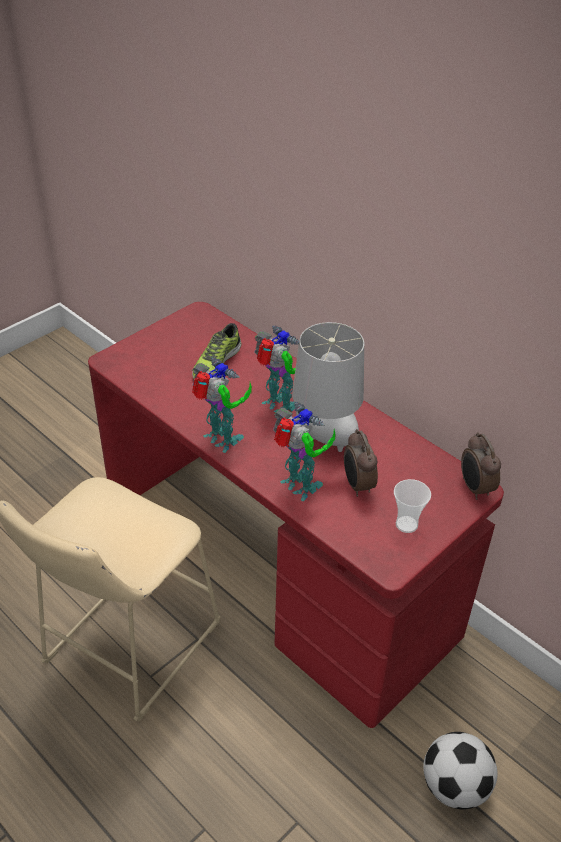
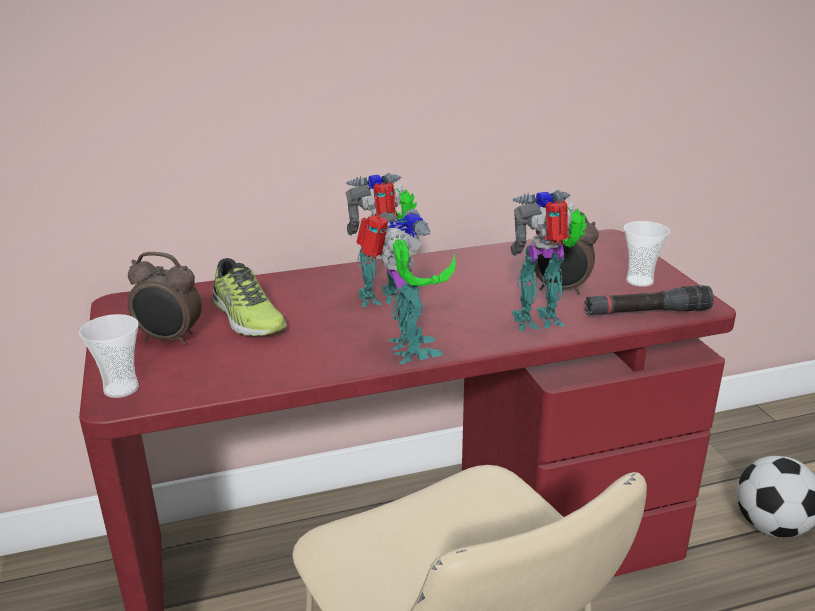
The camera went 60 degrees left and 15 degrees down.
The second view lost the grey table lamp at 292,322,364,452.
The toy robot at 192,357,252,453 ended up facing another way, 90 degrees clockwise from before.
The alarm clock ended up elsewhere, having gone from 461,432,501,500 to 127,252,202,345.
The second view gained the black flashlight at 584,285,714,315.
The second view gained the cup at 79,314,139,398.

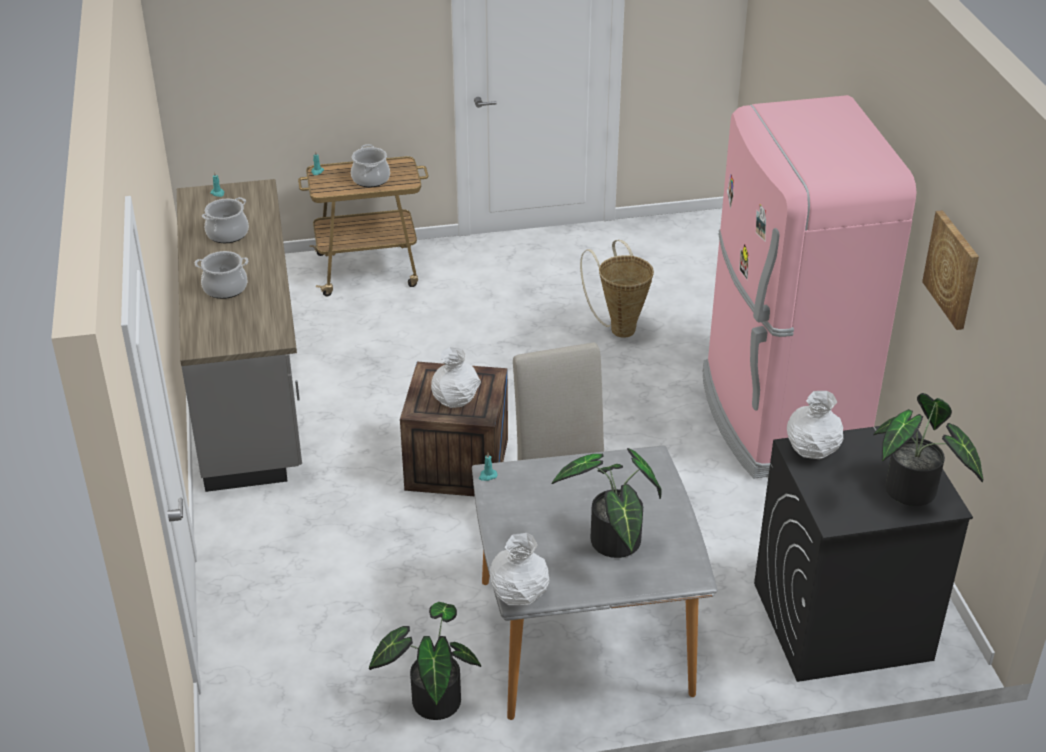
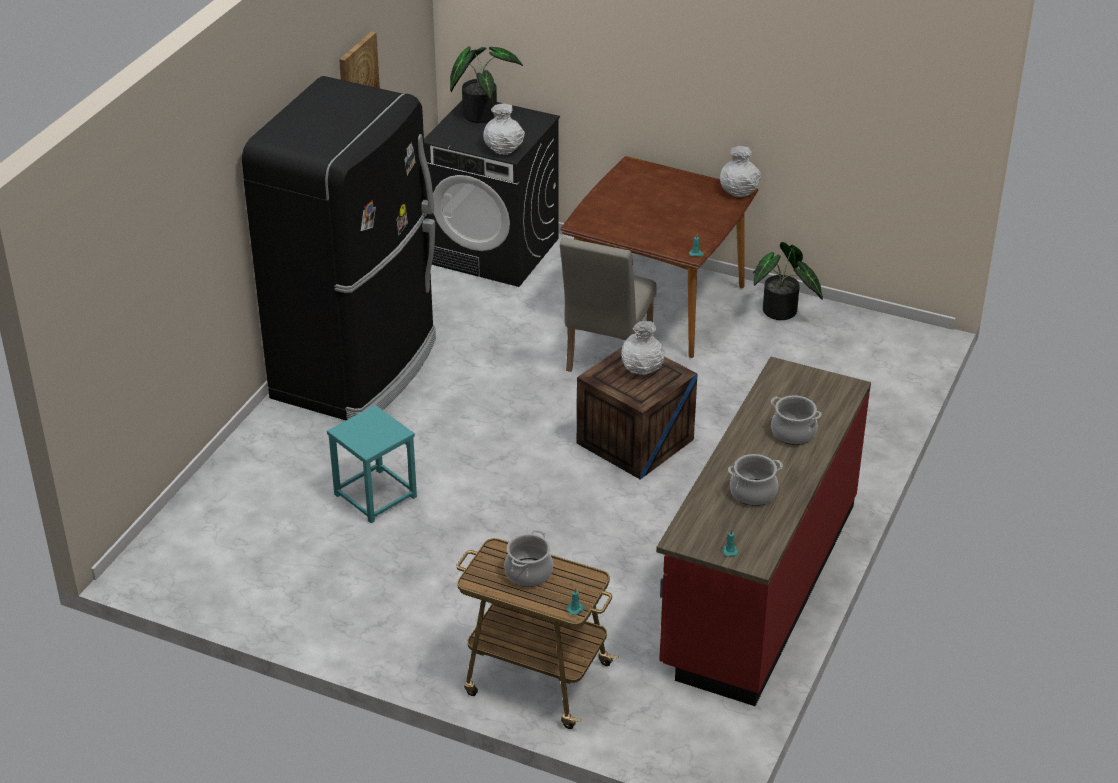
The camera went 145 degrees left and 0 degrees up.
What was the pink fridge at 703,95,916,479 turned into the black fridge at 242,76,436,420.
What was the grey counter at 177,179,302,492 turned into the red counter at 656,357,871,706.
Where the basket stood at 580,240,654,338, the turquoise stool came to stand at 327,405,417,523.
What was the grey dining table at 472,445,718,720 turned into the brown dining table at 561,156,758,358.
The second view lost the potted plant at 551,448,661,558.

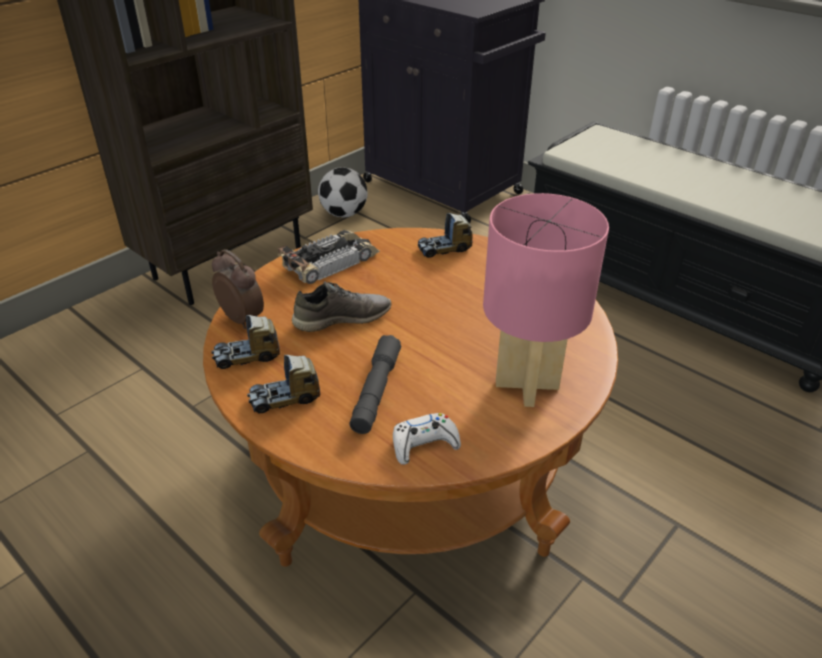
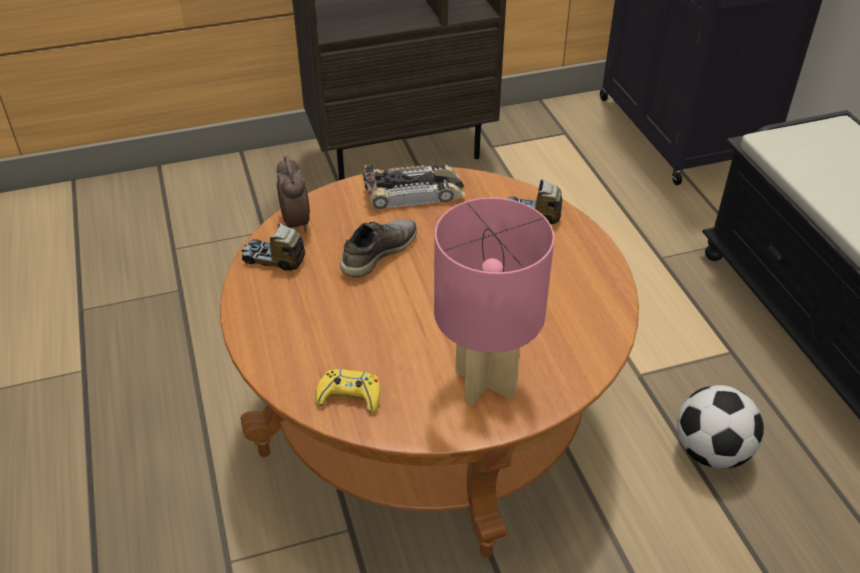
The camera went 30 degrees right and 5 degrees up.
The football ended up elsewhere, having gone from 318,167,368,217 to 677,385,764,469.
The grey shoe at 292,281,392,332 ended up facing another way, 60 degrees counterclockwise from before.
The second view lost the grey flashlight at 349,335,401,434.
The second view lost the toy truck at 247,355,320,414.
What was the white game controller at 393,413,461,465 turned into the yellow game controller at 315,369,380,414.

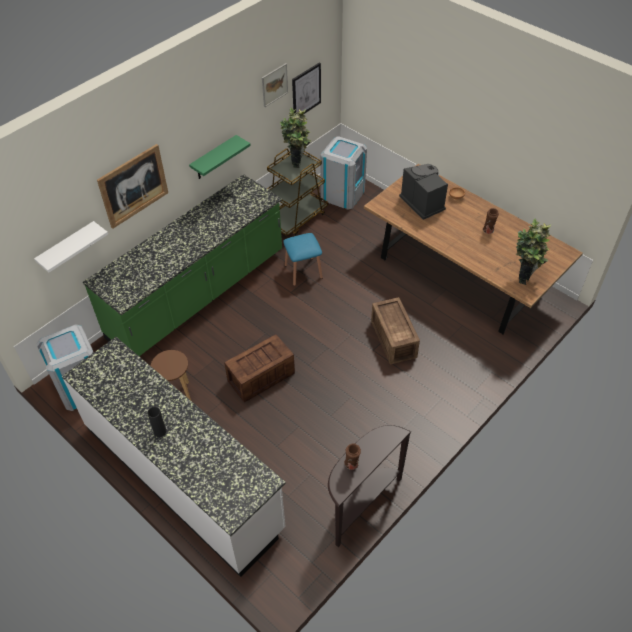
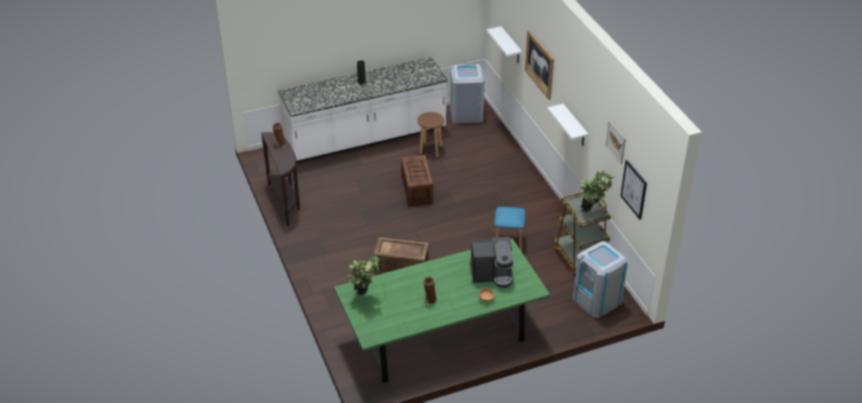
The camera went 115 degrees right and 10 degrees down.
What was the green shelf at 189,135,251,179 turned into the white shelf at 547,104,588,146.
What was the brown dining table at 364,164,583,334 turned into the green dining table at 334,238,550,383.
The second view lost the green counter at 83,174,282,356.

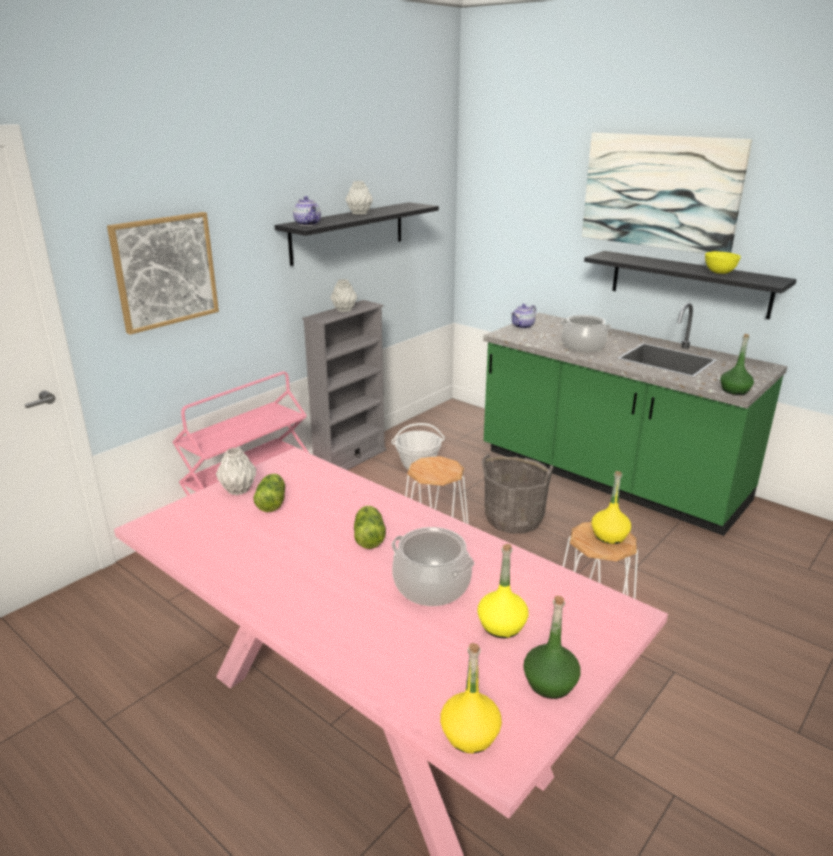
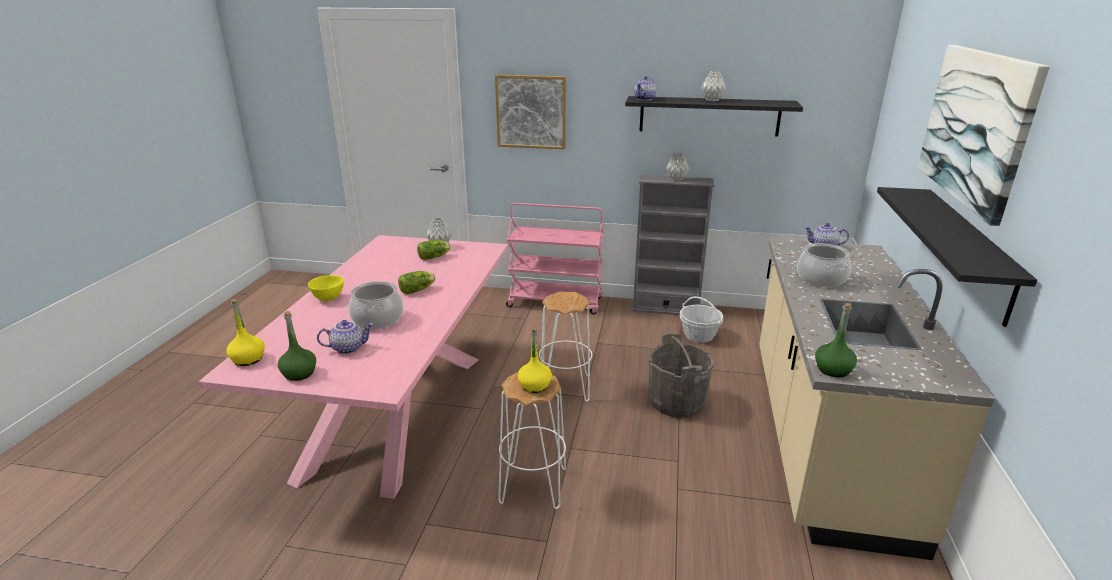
The camera went 60 degrees right and 0 degrees up.
The yellow bowl ended up elsewhere, having gone from 705,251,741,274 to 308,275,344,301.
What was the green counter at 483,303,788,536 turned into the beige counter at 759,239,994,560.
Where the yellow bottle stood at 477,544,528,638, the teapot came to stand at 317,320,373,354.

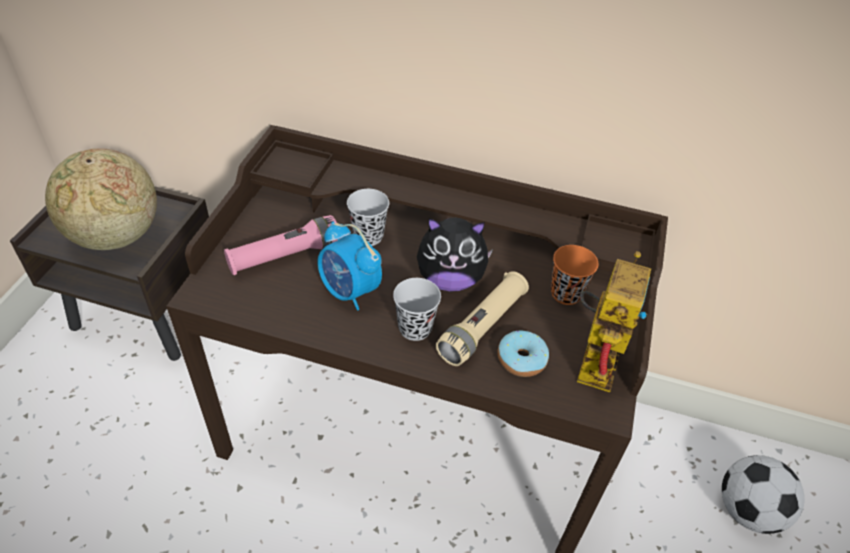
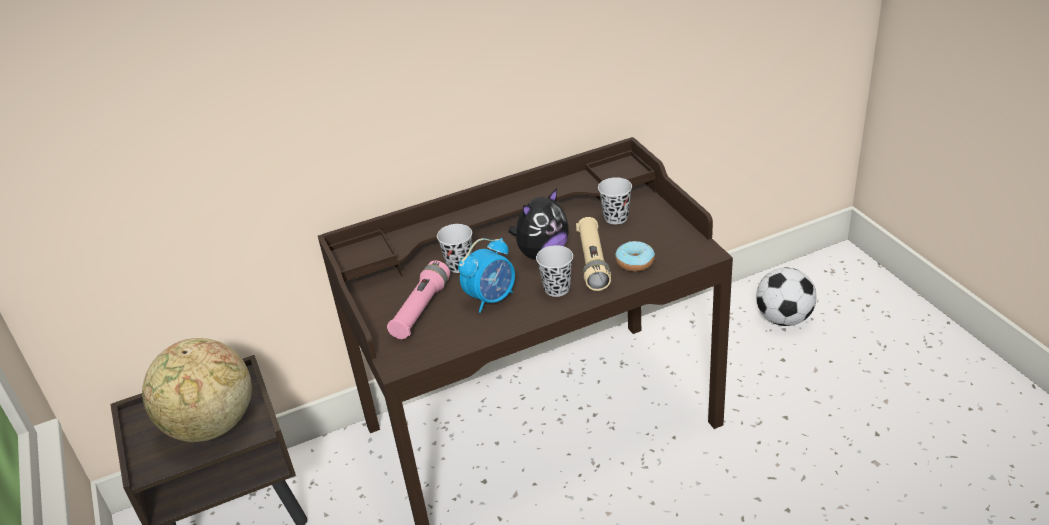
The camera went 35 degrees left and 10 degrees down.
The alarm clock at 317,222,382,311 ended up facing another way, 45 degrees counterclockwise from before.
What was the orange cup at 551,245,598,305 turned into the black cup at 598,177,632,224.
The second view lost the toy robot at 577,251,651,393.

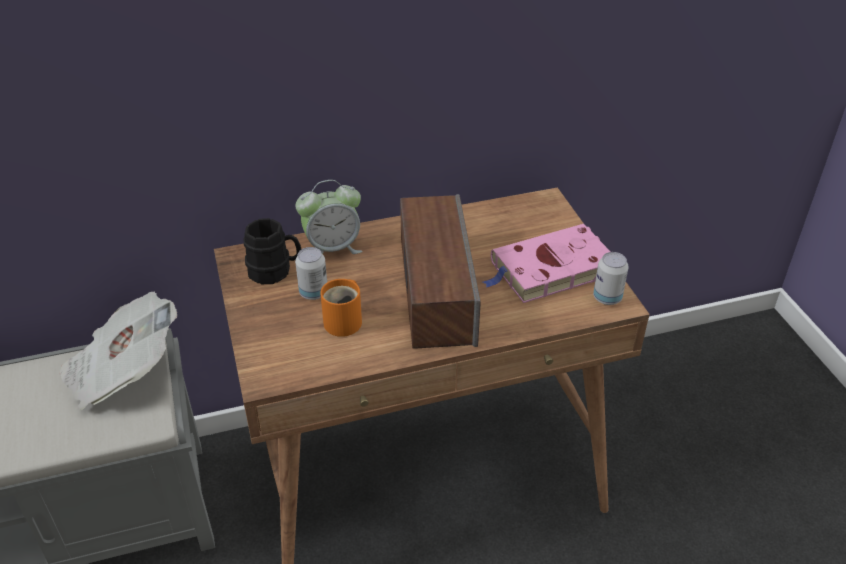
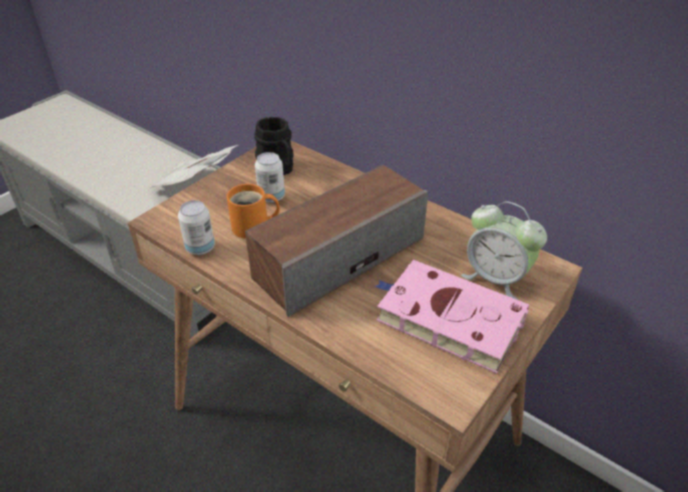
The camera went 55 degrees right and 0 degrees up.
The alarm clock ended up elsewhere, having gone from 296,180,362,254 to 461,201,547,300.
The can ended up elsewhere, having gone from 593,252,629,305 to 178,200,215,255.

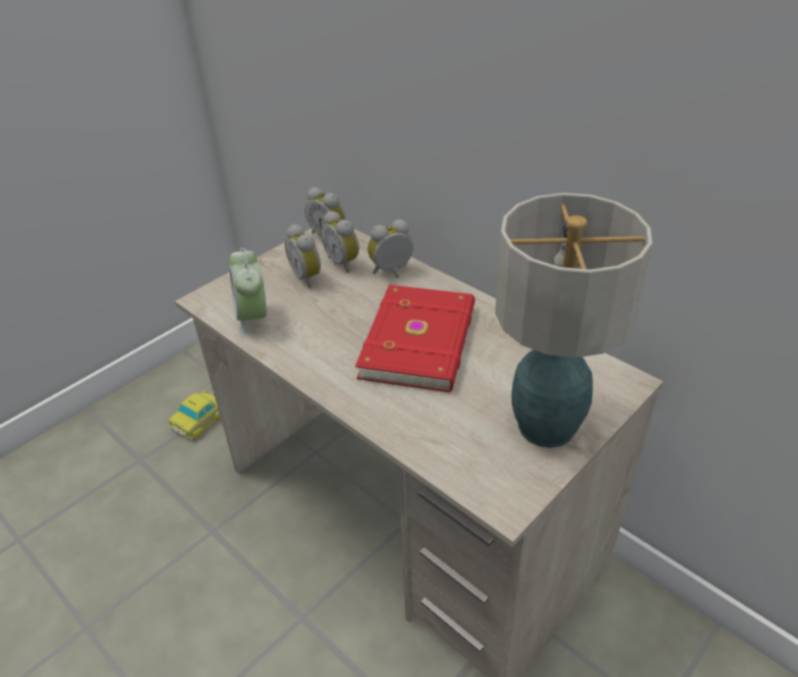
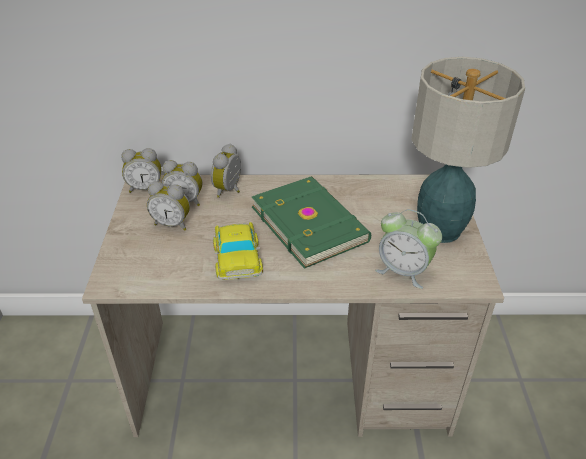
The camera went 45 degrees left and 0 degrees up.
The alarm clock ended up elsewhere, having gone from 230,248,266,338 to 375,209,442,289.
What was the red book at 355,285,475,392 turned into the green book at 252,176,371,269.
The toy car ended up elsewhere, having gone from 168,390,221,440 to 213,222,263,280.

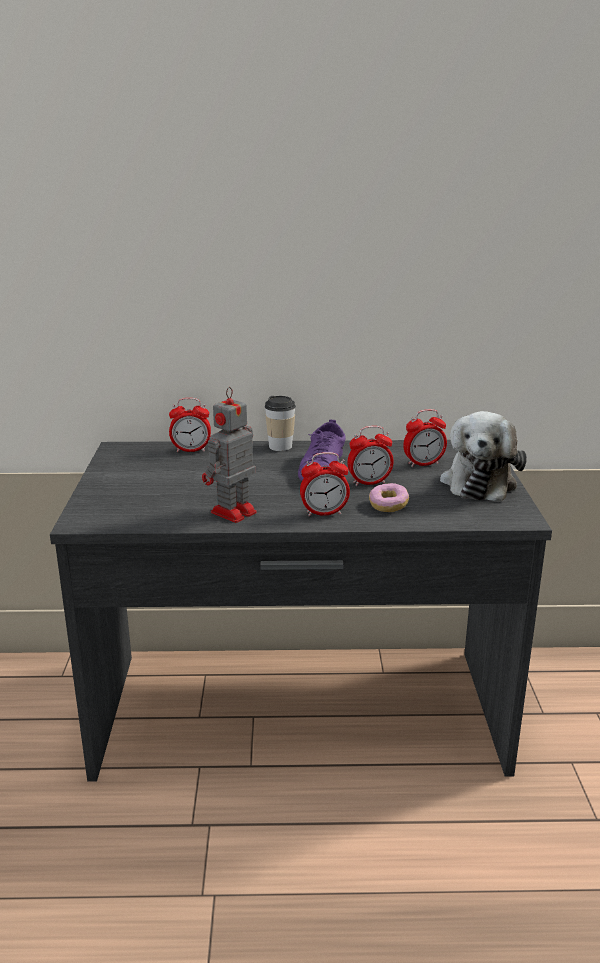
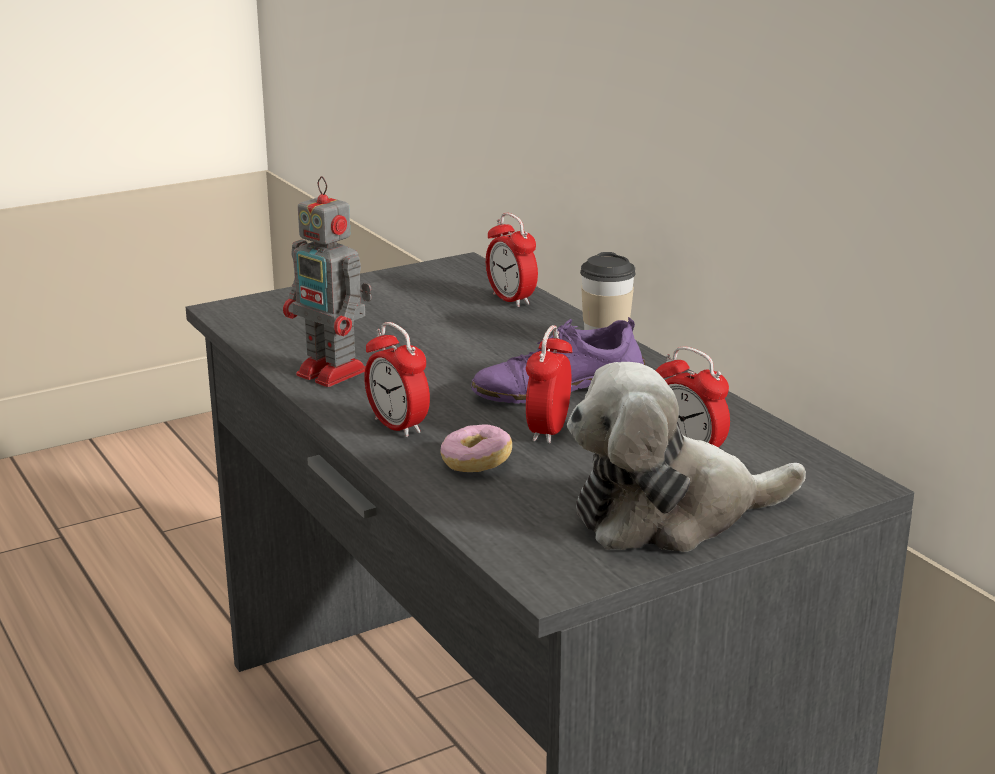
The camera went 60 degrees right and 0 degrees up.
The toy robot at 202,387,257,523 ended up facing another way, 150 degrees counterclockwise from before.
The alarm clock at 347,426,394,486 ended up facing another way, 60 degrees clockwise from before.

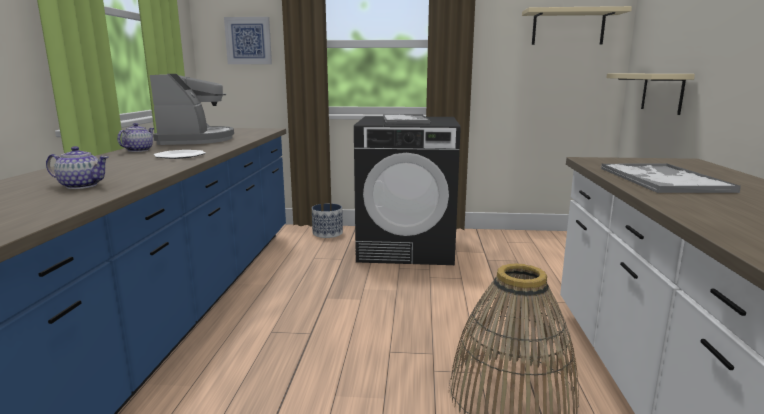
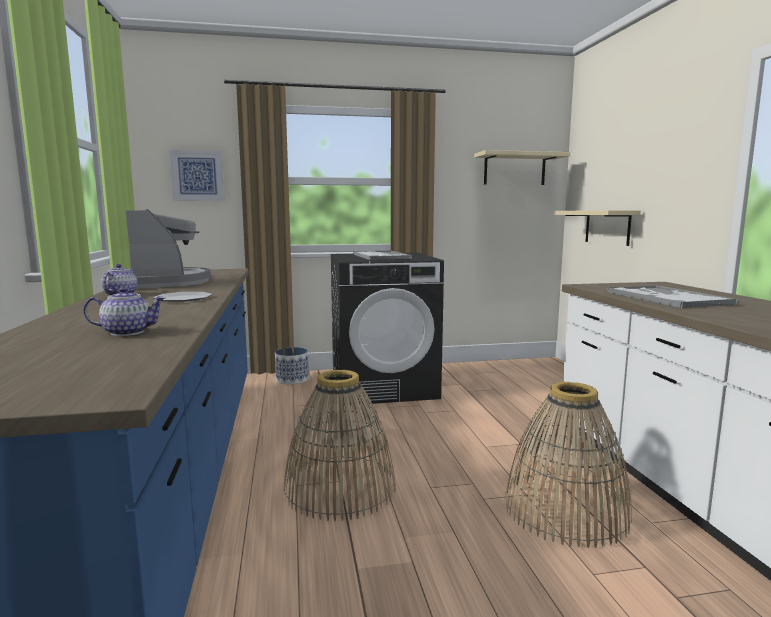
The camera went 15 degrees left and 5 degrees down.
The second view gained the basket at 284,370,396,521.

